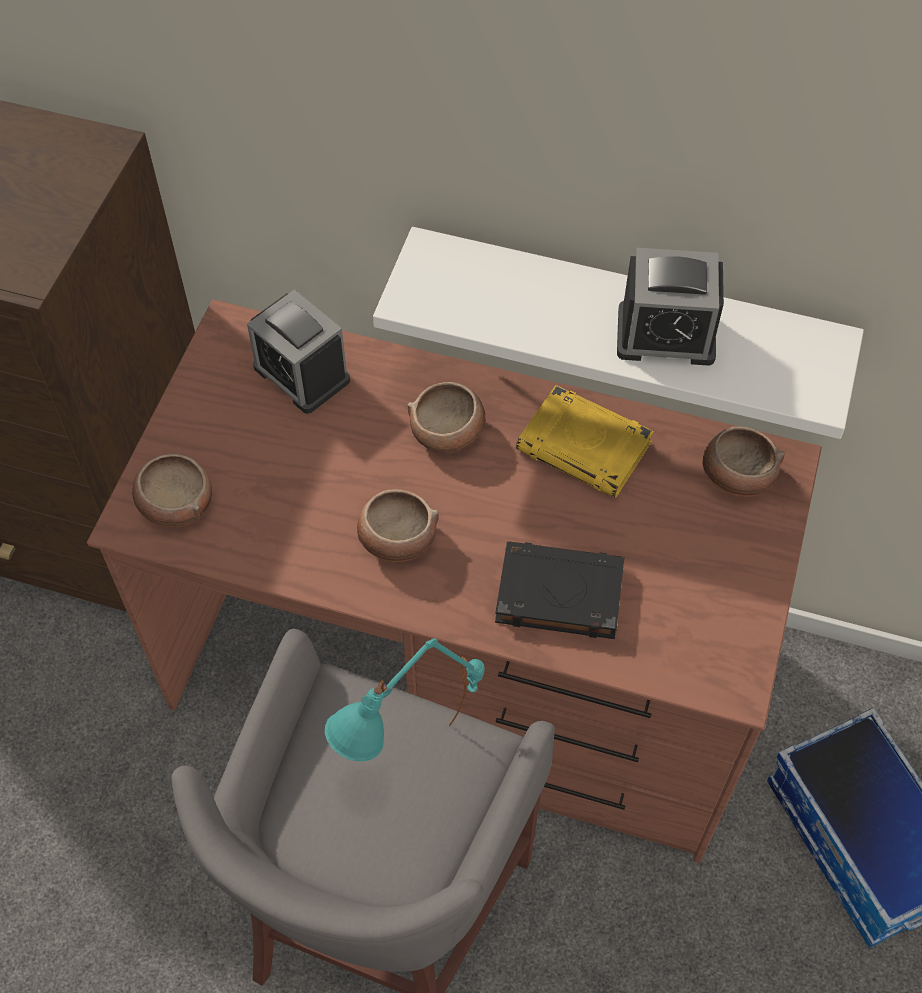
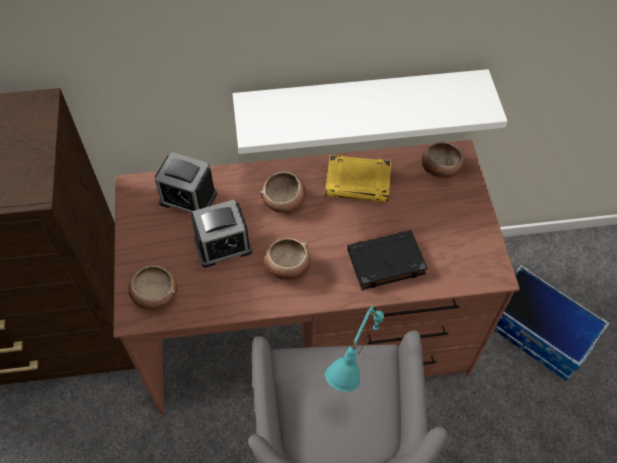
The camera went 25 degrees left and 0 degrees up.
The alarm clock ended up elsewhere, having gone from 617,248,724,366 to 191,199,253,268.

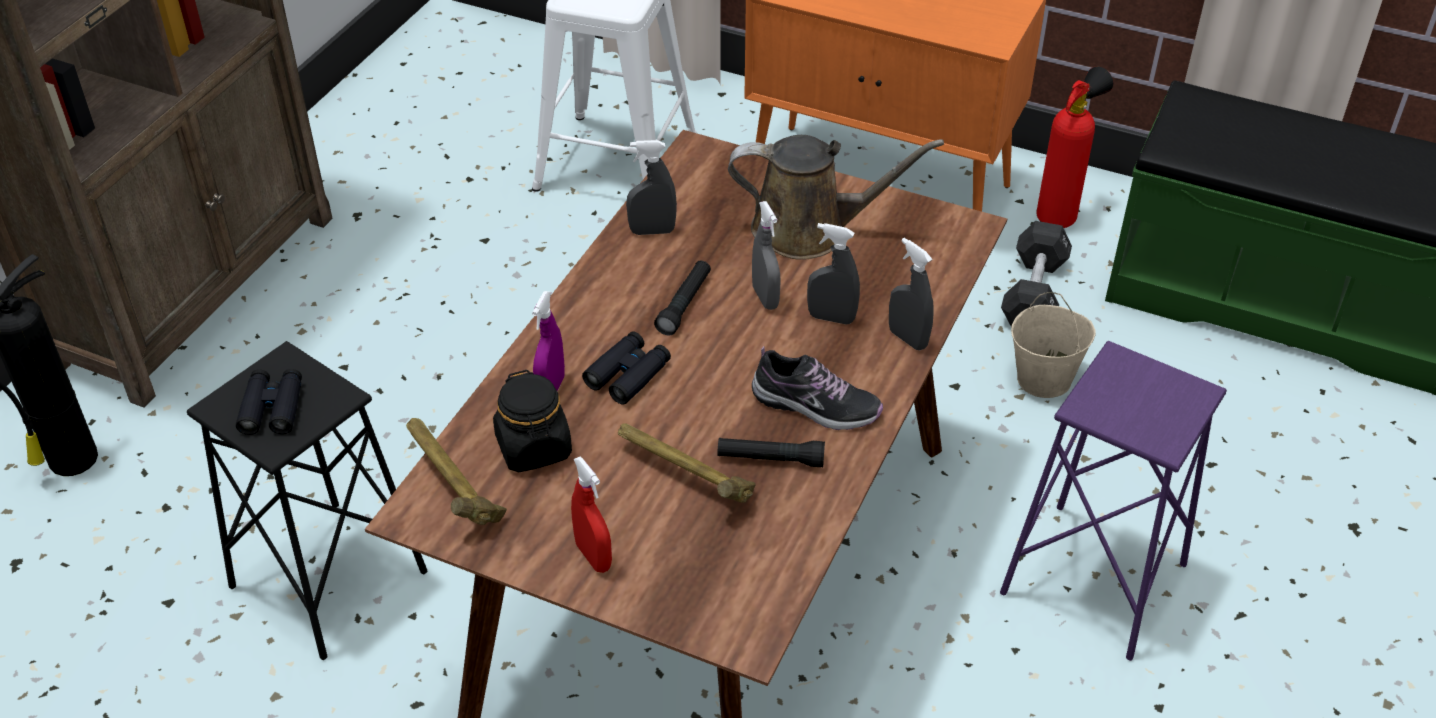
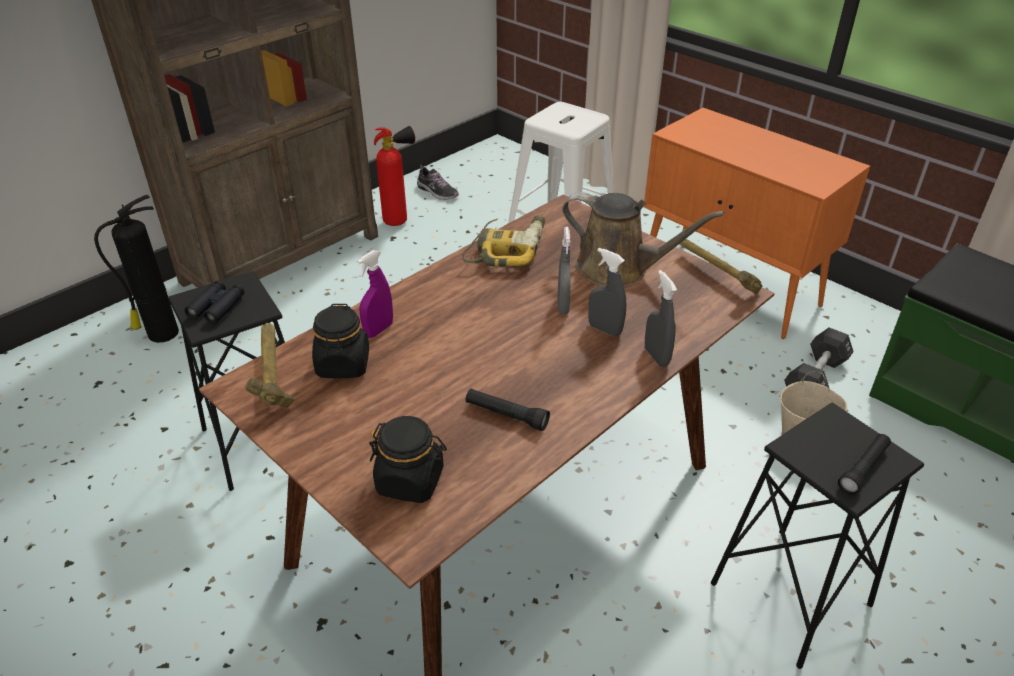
The camera went 20 degrees right and 5 degrees down.
The fire extinguisher ended up elsewhere, having gone from 1036,67,1113,228 to 374,126,415,226.
Where the grey spray bottle stood at 626,140,677,235, the power drill came to stand at 462,215,545,267.
The black flashlight ended up elsewhere, having gone from 654,261,711,336 to 838,434,891,495.
The second view lost the black binoculars at 582,332,671,405.
What was the purple stool at 1000,341,1227,661 turned into the black stool at 711,402,924,669.
The shoe ended up elsewhere, having gone from 752,346,883,430 to 417,164,459,200.
The hammer ended up elsewhere, having gone from 618,423,756,503 to 680,239,762,294.
The second view lost the red spray bottle at 571,457,612,573.
The second view gained the black jar at 369,416,447,503.

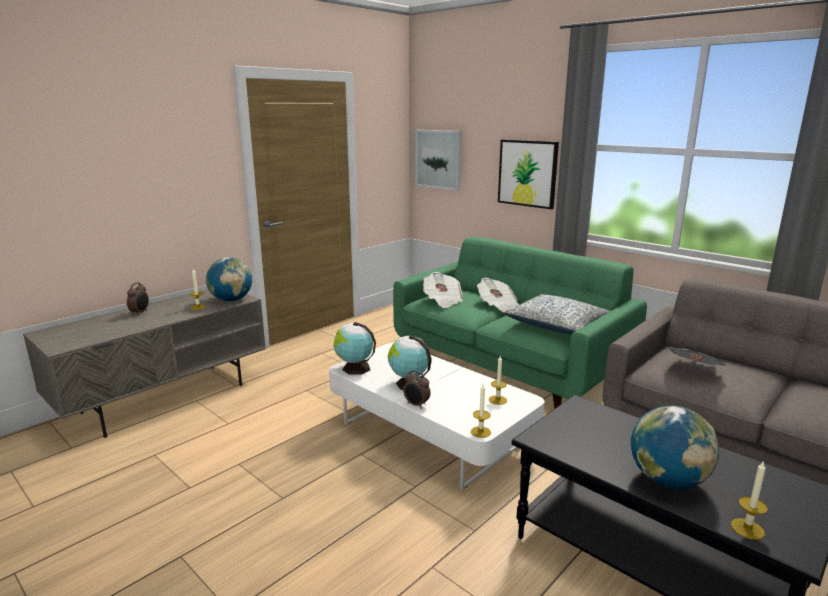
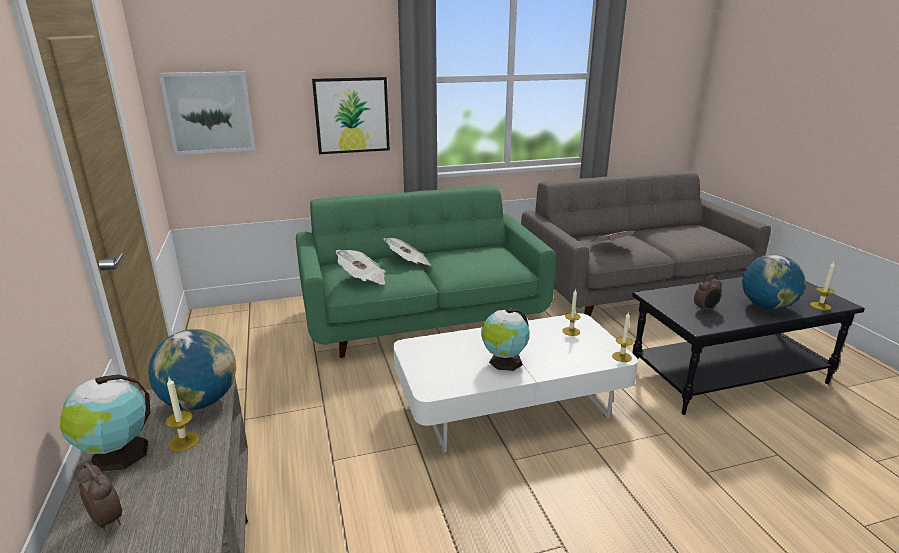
The camera went 60 degrees left and 5 degrees up.
The second view lost the pillow at 504,294,610,334.
The globe ended up elsewhere, having gone from 334,322,376,375 to 60,374,150,472.
The alarm clock ended up elsewhere, having gone from 403,370,431,409 to 694,275,722,313.

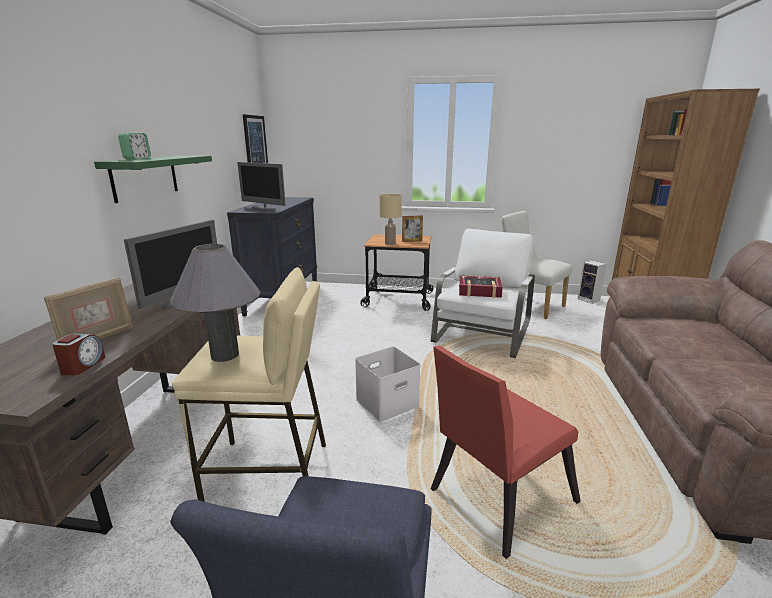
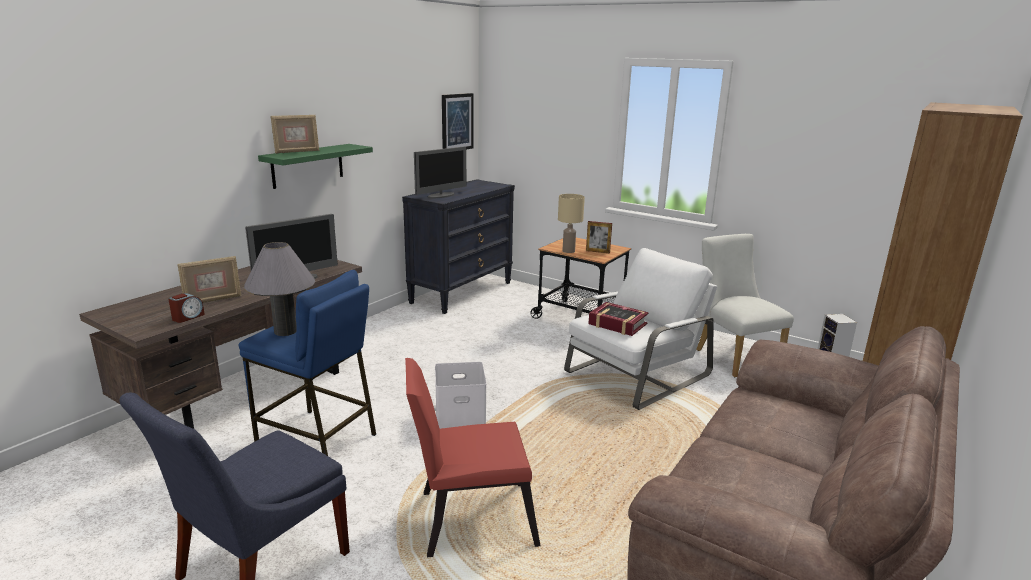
The camera went 25 degrees right and 0 degrees up.
Where the alarm clock stood at 118,133,151,160, the picture frame came to stand at 271,115,319,154.
The monitor at 237,162,286,210 ended up facing another way, 105 degrees counterclockwise from before.
What was the beige stool at 172,267,326,502 turned into the blue stool at 238,270,376,456.

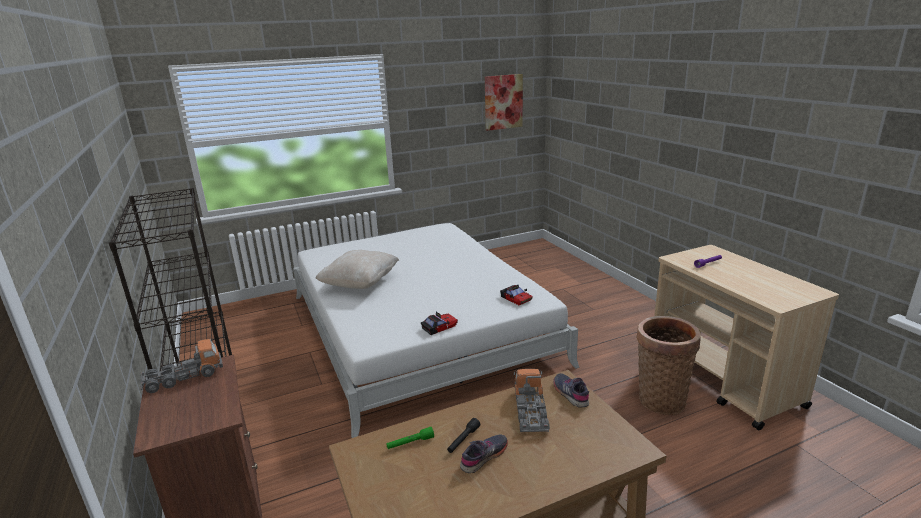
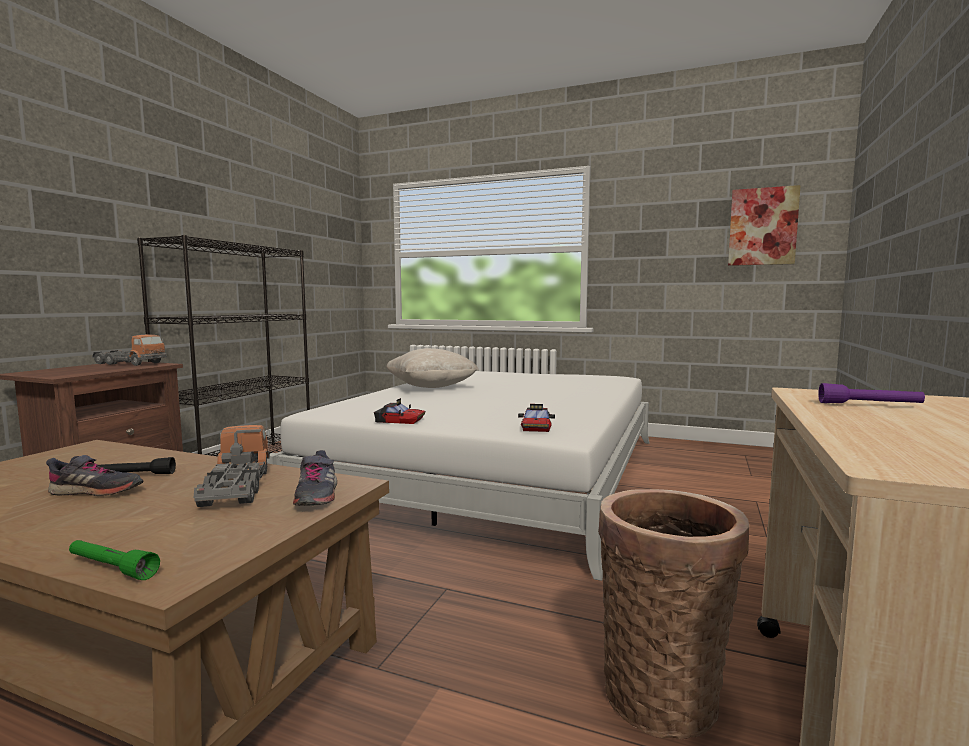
The camera went 45 degrees right and 15 degrees down.
The toy truck at 514,369,550,432 ended up facing another way, 60 degrees counterclockwise from before.
The grey shoe at 553,373,589,407 ended up facing another way, 150 degrees clockwise from before.
The green flashlight ended up elsewhere, having gone from 386,427,434,449 to 69,540,160,580.

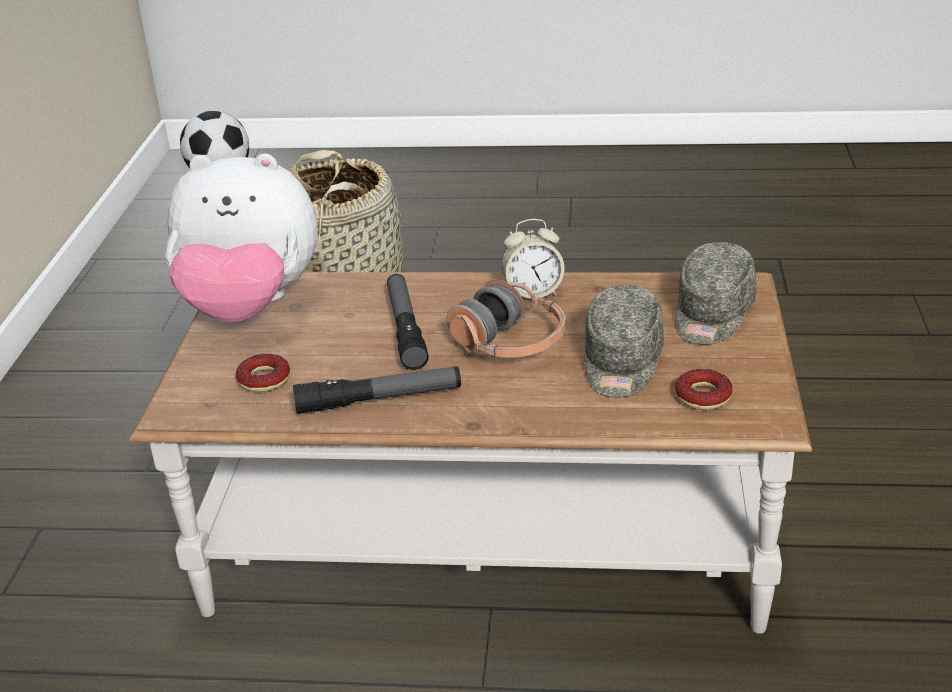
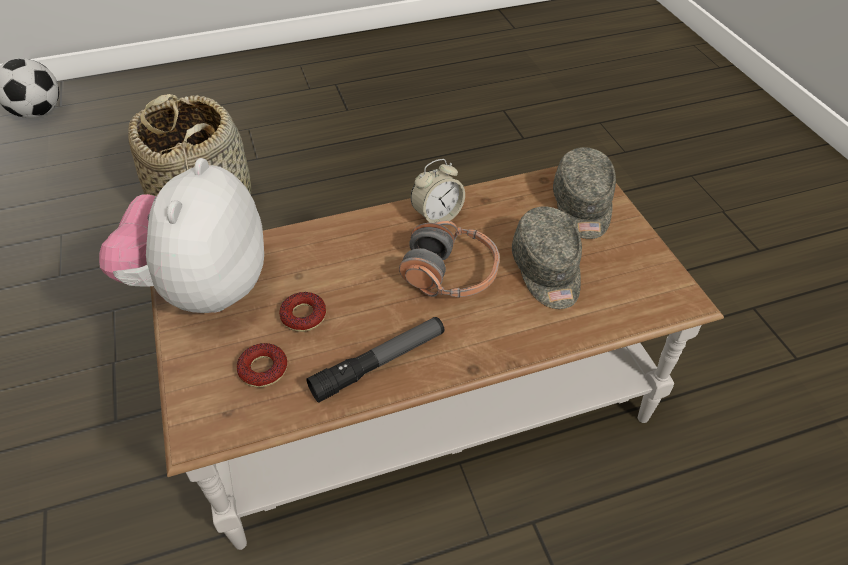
The camera went 25 degrees left and 15 degrees up.
The plush toy at 165,154,317,323 ended up facing another way, 120 degrees clockwise from before.
The second view lost the flashlight at 387,274,429,370.
The donut ended up elsewhere, having gone from 675,369,732,410 to 279,292,326,332.

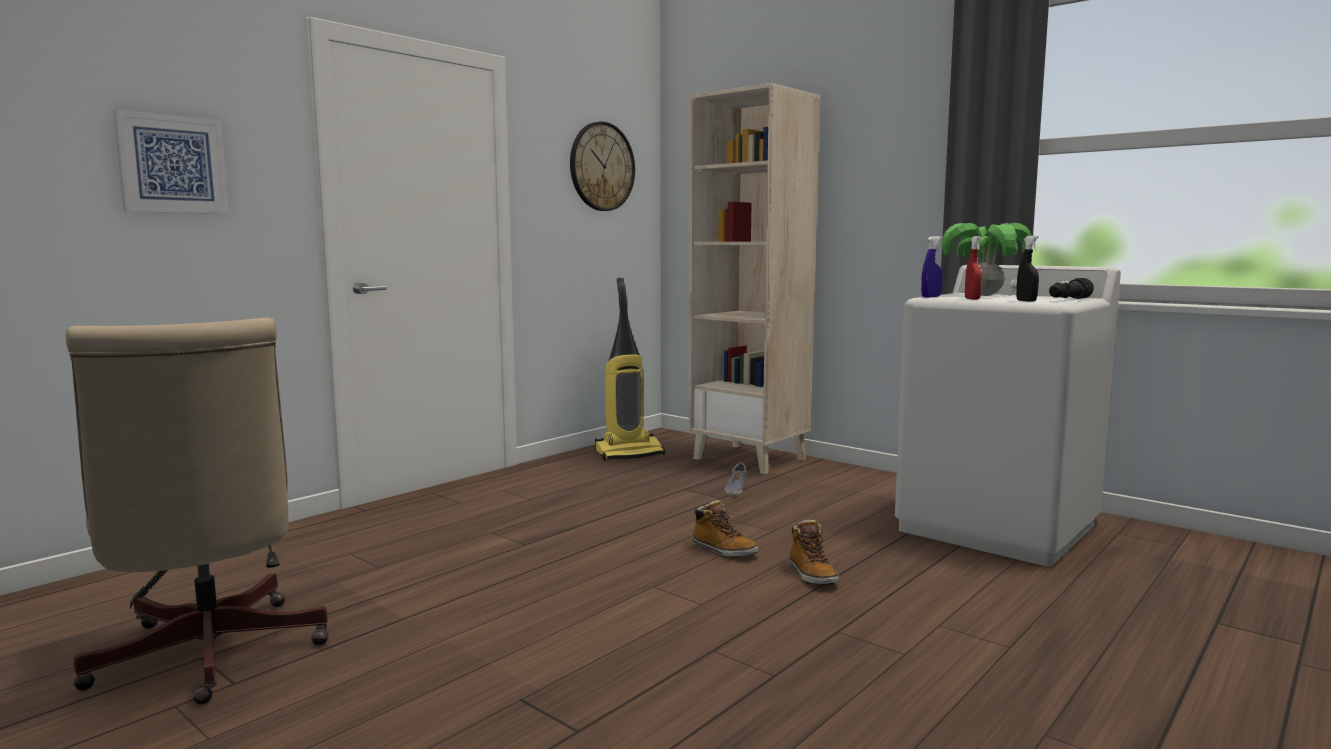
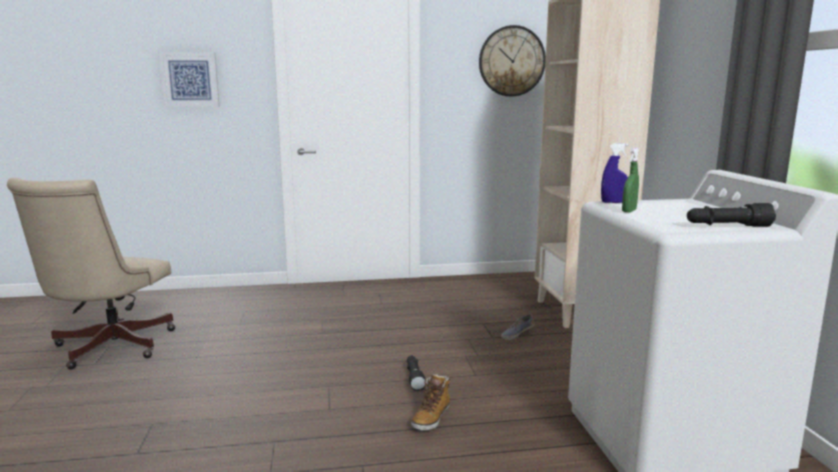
The camera went 40 degrees right and 5 degrees up.
The second view lost the potted plant at 942,223,1031,296.
What was the red spray bottle at 965,236,982,300 turned into the green spray bottle at 622,147,639,213.
The second view lost the black spray bottle at 1016,236,1039,302.
The second view lost the vacuum cleaner at 595,277,665,461.
Where the boot stood at 692,500,759,558, the black flashlight came to stand at 407,355,426,391.

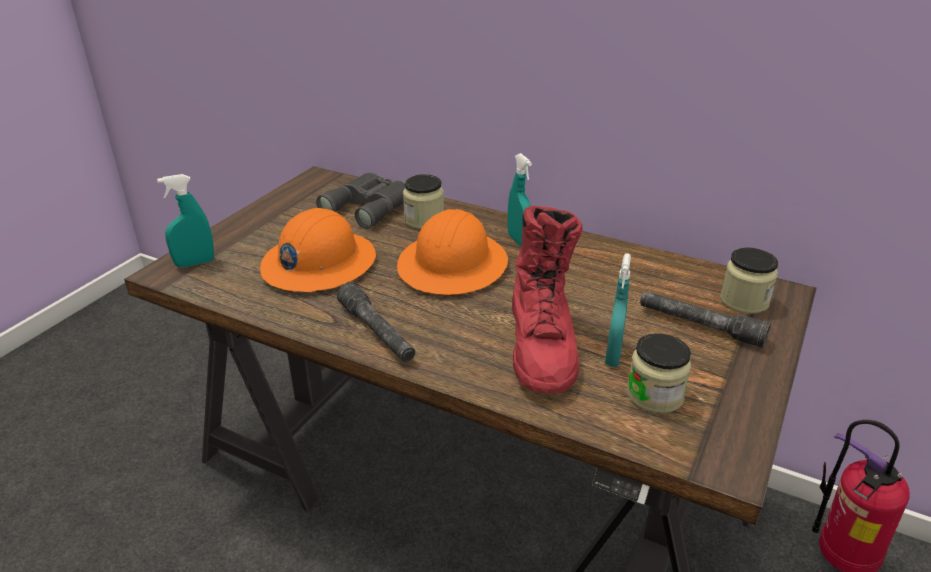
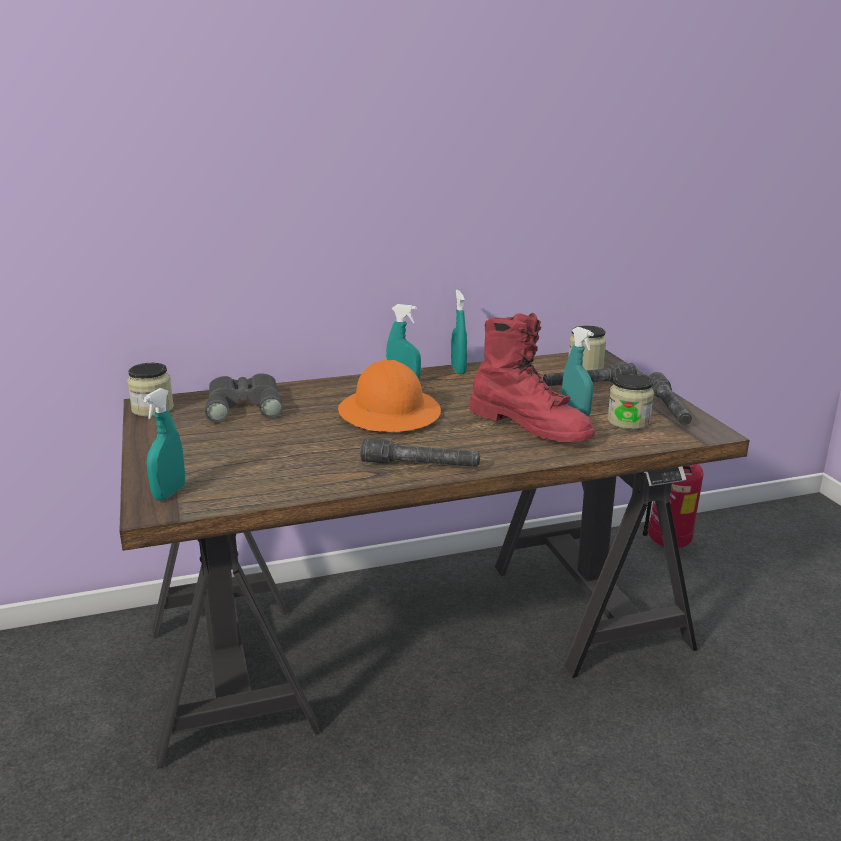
The camera went 45 degrees left and 10 degrees down.
The jar ended up elsewhere, having gone from 403,174,444,229 to 127,363,174,417.
The second view lost the orange hard hat at 260,208,376,292.
The second view gained the turquoise spray bottle at 451,290,467,374.
The second view gained the grey flashlight at 648,372,692,425.

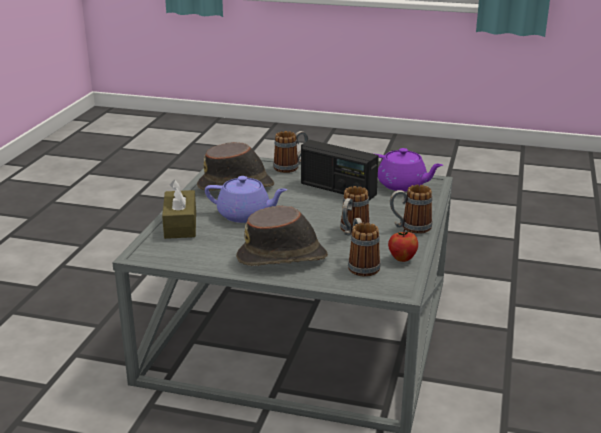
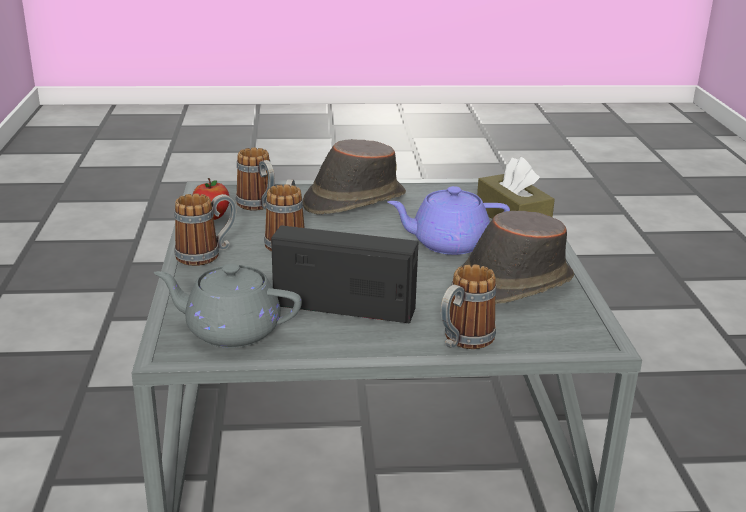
The camera went 160 degrees right and 0 degrees up.
What was the purple teapot at 376,148,443,191 turned into the grey teapot at 154,264,302,348.

